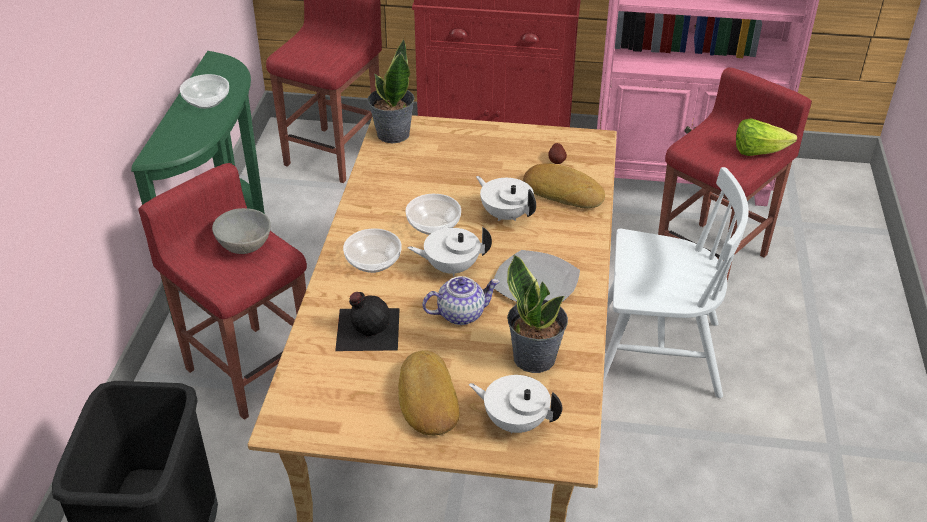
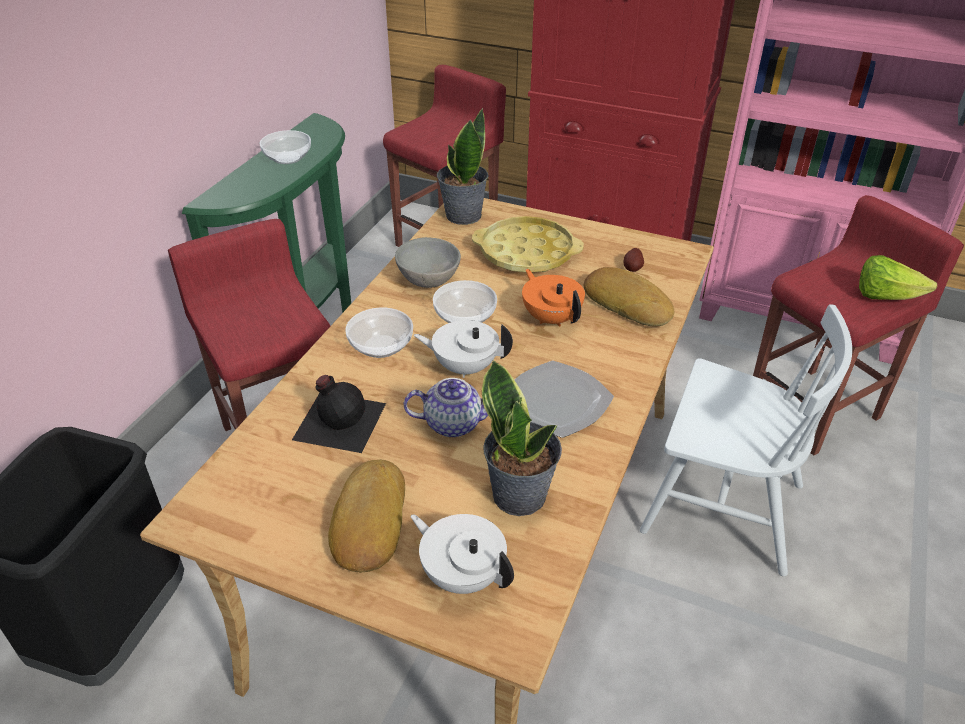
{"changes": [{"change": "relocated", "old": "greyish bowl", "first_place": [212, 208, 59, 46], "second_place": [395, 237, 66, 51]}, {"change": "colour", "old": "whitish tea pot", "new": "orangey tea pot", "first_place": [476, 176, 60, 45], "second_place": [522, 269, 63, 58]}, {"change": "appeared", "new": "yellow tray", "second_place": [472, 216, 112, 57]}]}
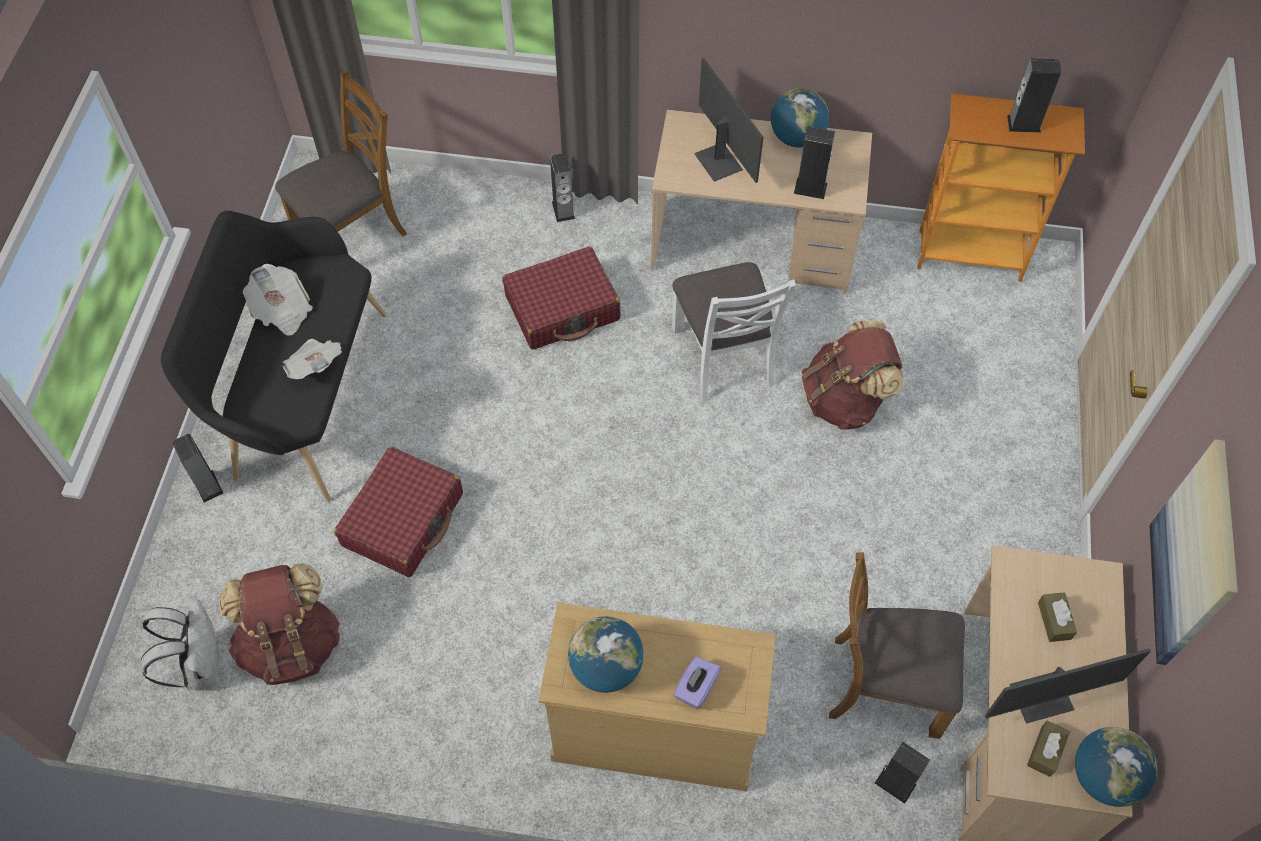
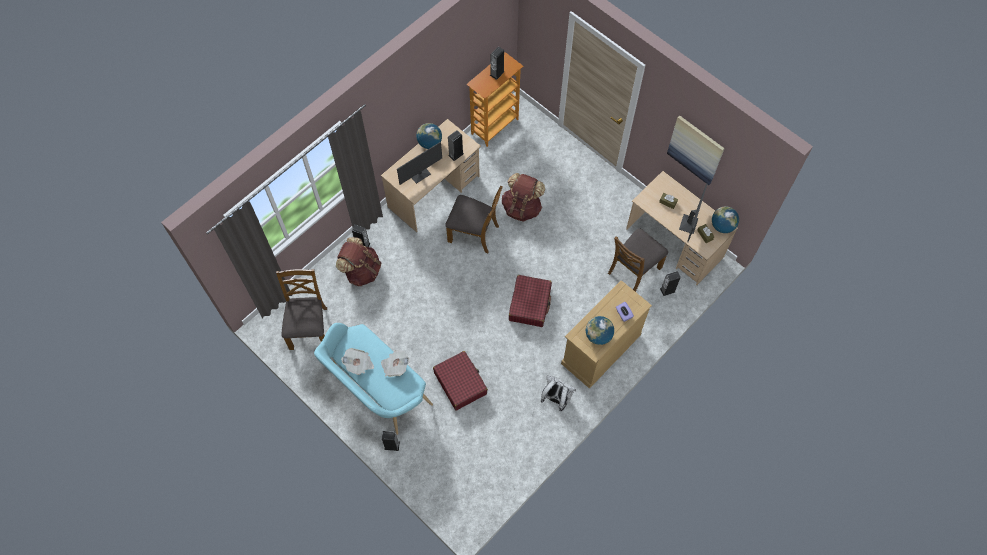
{"changes": [{"change": "relocated", "old": "whitish rucksack", "first_place": [141, 600, 78, 90], "second_place": [541, 375, 35, 36]}, {"change": "colour", "old": "black-coloured indoor bench", "new": "turquoise-coloured indoor bench", "first_place": [161, 211, 226, 290], "second_place": [314, 323, 119, 112]}, {"change": "relocated", "old": "brownish rucksack", "first_place": [220, 564, 120, 121], "second_place": [336, 237, 46, 50]}, {"change": "relocated", "old": "reddish travel case", "first_place": [502, 247, 119, 103], "second_place": [509, 275, 43, 52]}, {"change": "colour", "old": "whitish chair", "new": "brownish chair", "first_place": [672, 262, 124, 140], "second_place": [445, 186, 58, 67]}, {"change": "spun", "old": "computer display", "first_place": [694, 58, 69, 125], "second_place": [397, 142, 45, 43], "degrees": 135}]}
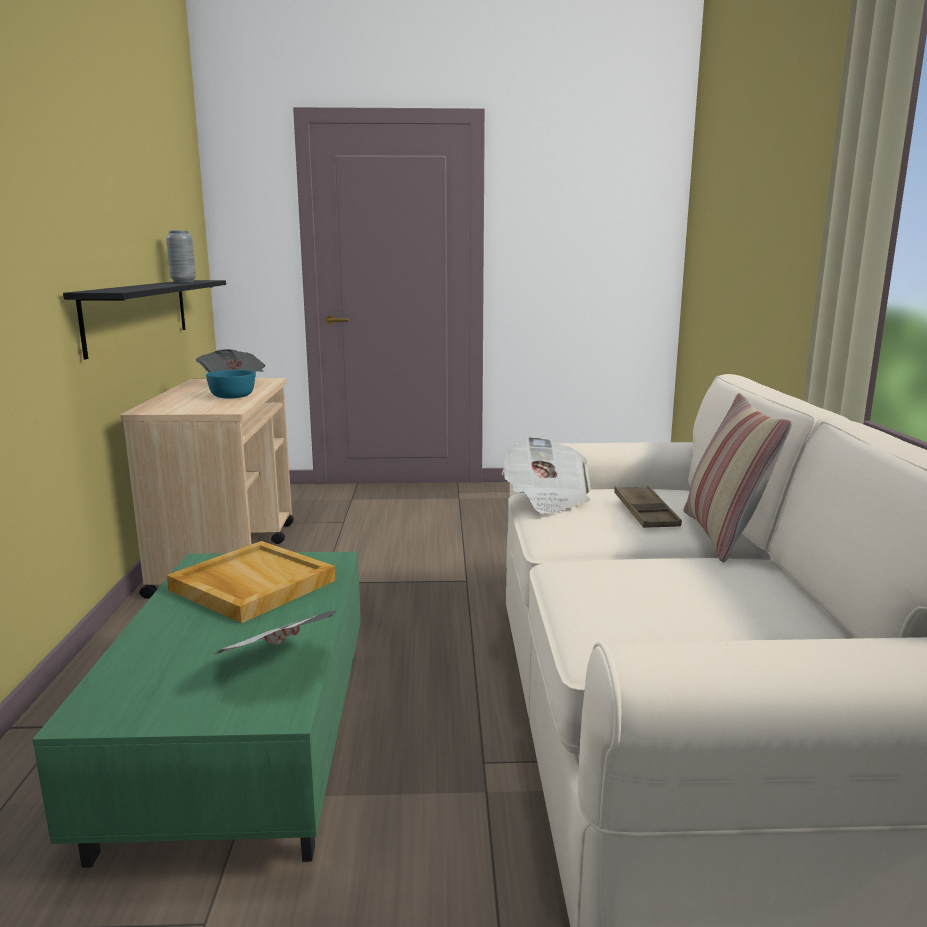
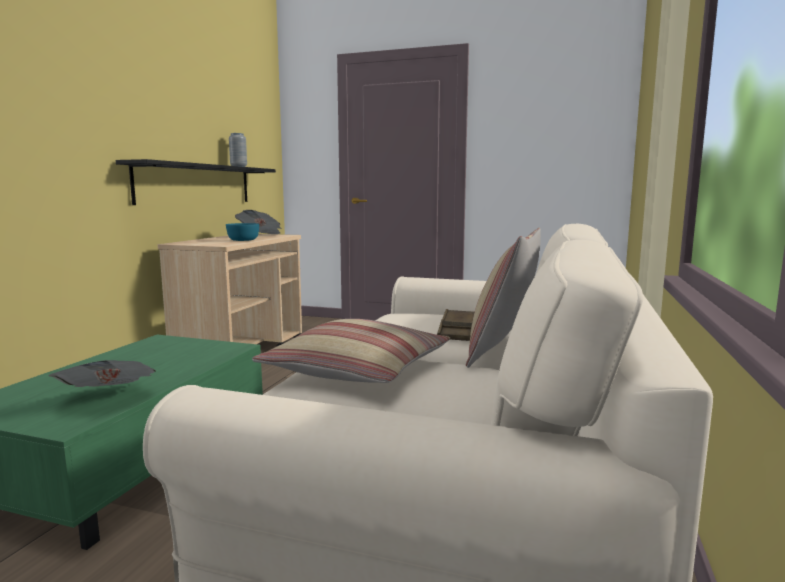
{"changes": [{"change": "missing", "old": "sand-coloured tray", "first_place": [167, 541, 168, 82]}, {"change": "missing", "old": "daily paper", "first_place": [502, 436, 89, 78]}, {"change": "appeared", "new": "throw pillow", "second_place": [252, 319, 198, 64]}]}
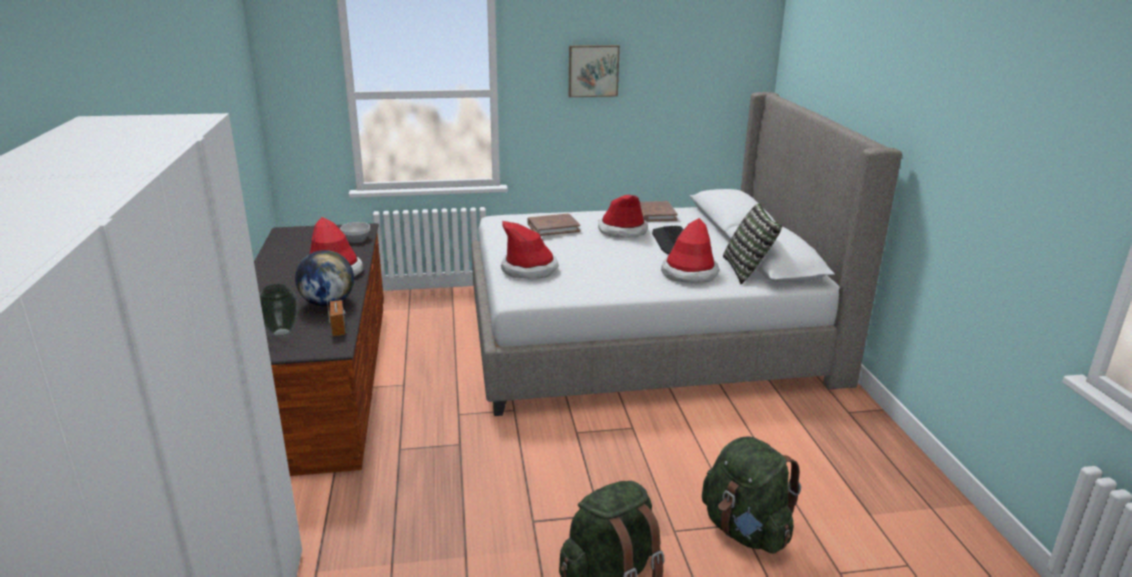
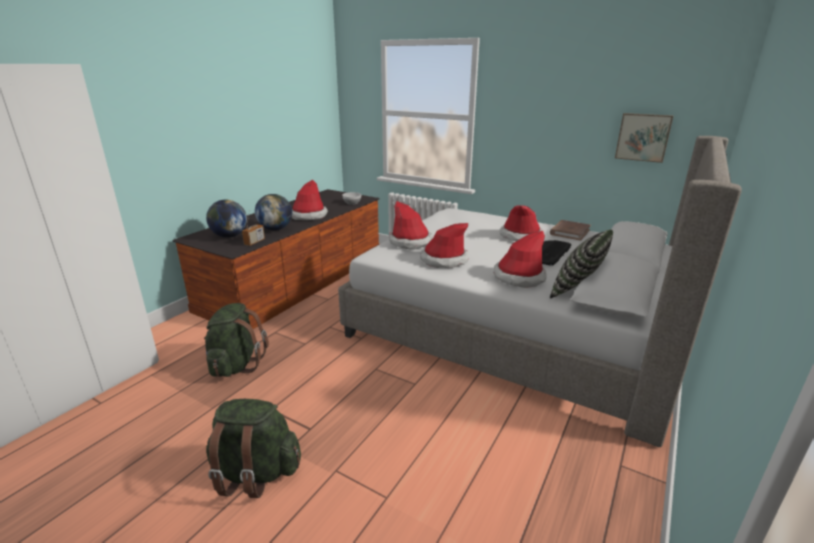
{"changes": [{"change": "exchanged", "old": "vase", "new": "world globe", "first_place": [259, 284, 39, 52], "second_place": [206, 200, 41, 38]}, {"change": "missing", "old": "brownish bound book", "first_place": [527, 214, 53, 22]}, {"change": "relocated", "old": "picture", "first_place": [569, 45, 51, 52], "second_place": [615, 113, 58, 50]}, {"change": "relocated", "old": "green-coloured rucksack", "first_place": [702, 436, 99, 118], "second_place": [204, 303, 65, 74]}, {"change": "appeared", "new": "clothing hat", "second_place": [421, 223, 48, 45]}]}
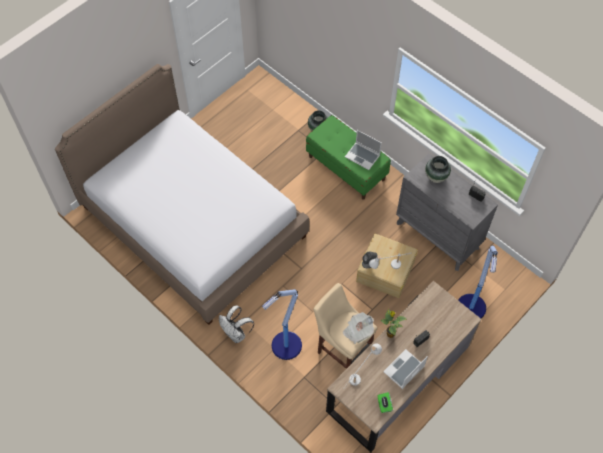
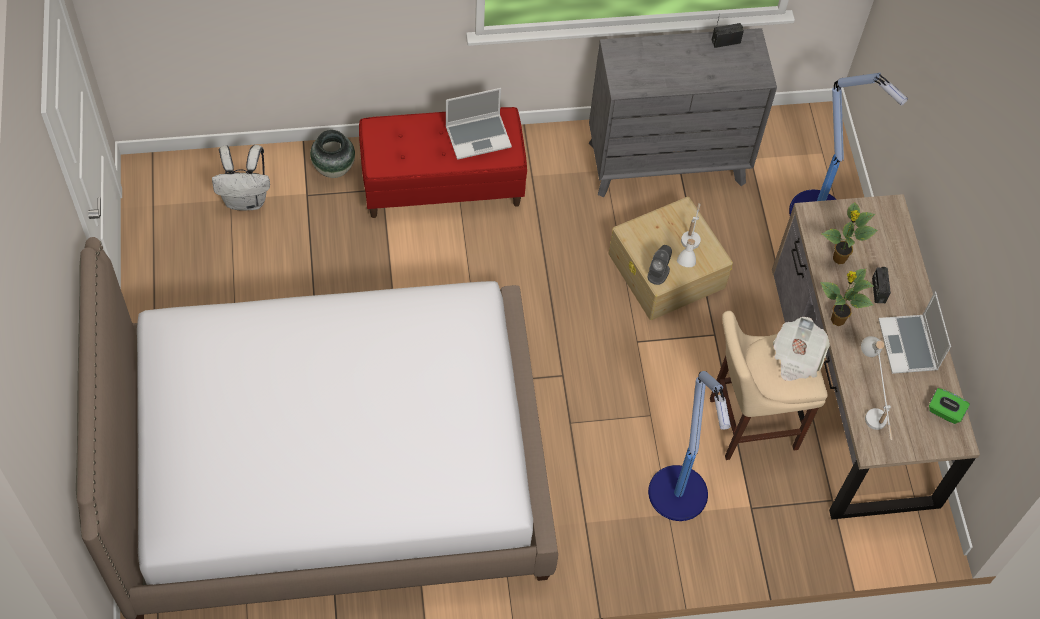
{"changes": [{"change": "relocated", "old": "whitish rucksack", "first_place": [219, 306, 35, 37], "second_place": [212, 145, 58, 65]}, {"change": "colour", "old": "green-coloured indoor bench", "new": "reddish indoor bench", "first_place": [306, 115, 85, 85], "second_place": [359, 107, 168, 111]}, {"change": "missing", "old": "vase", "first_place": [425, 156, 26, 27]}, {"change": "appeared", "new": "houseplant", "second_place": [821, 202, 57, 62]}]}
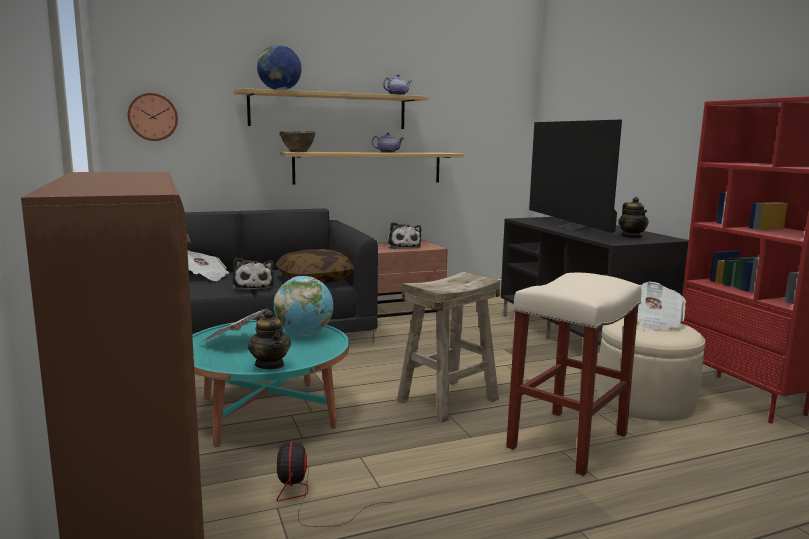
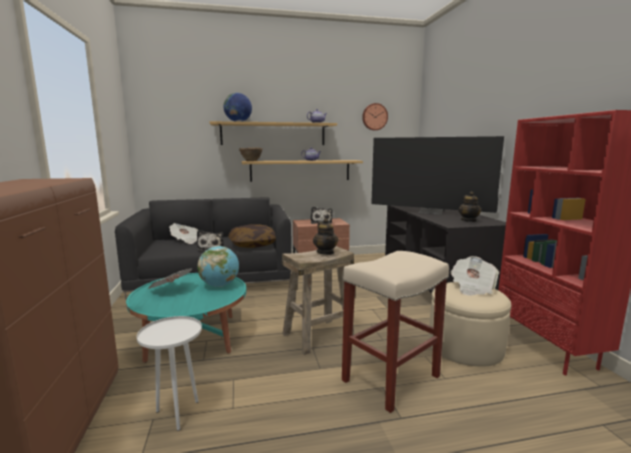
{"changes": [{"change": "relocated", "old": "hanging clock", "first_place": [128, 93, 50, 48], "second_place": [362, 103, 26, 27]}, {"change": "relocated", "old": "tea pot", "first_place": [248, 310, 43, 59], "second_place": [313, 218, 25, 37]}, {"change": "exchanged", "old": "fan", "new": "whitish end table", "first_place": [277, 441, 114, 86], "second_place": [137, 316, 65, 115]}, {"change": "spun", "old": "TV set", "first_place": [529, 120, 93, 113], "second_place": [371, 136, 133, 79], "degrees": -60}]}
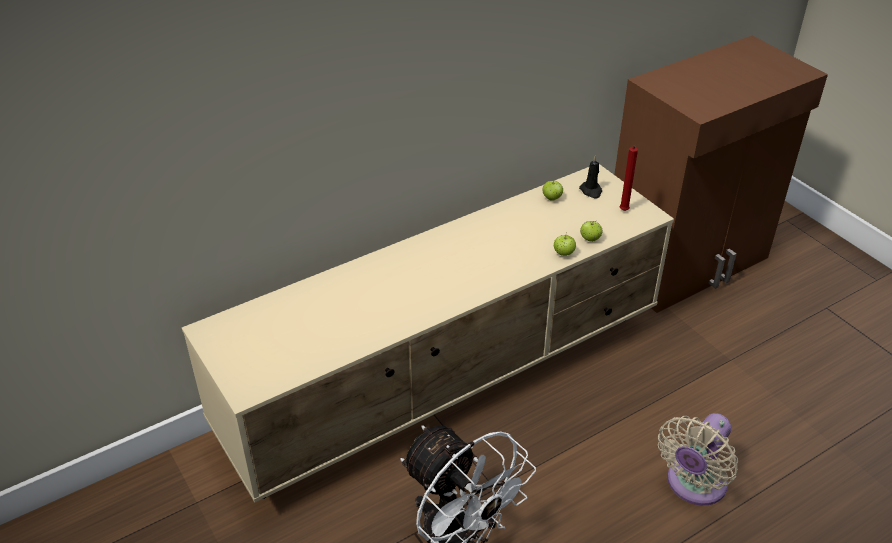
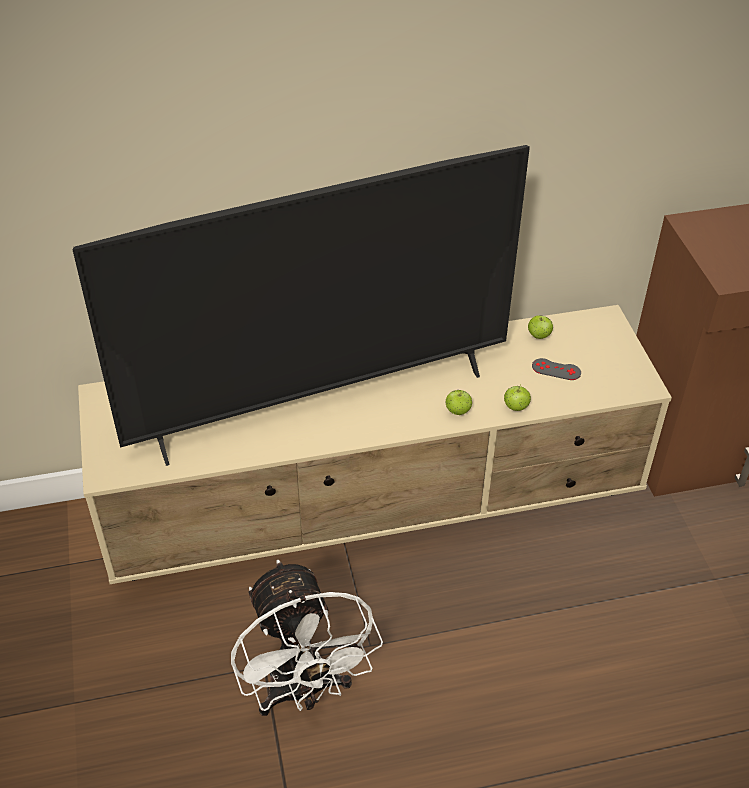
{"changes": [{"change": "missing", "old": "black-coloured wax candle", "first_place": [579, 156, 23, 42]}, {"change": "relocated", "old": "whole apple", "first_place": [580, 221, 22, 21], "second_place": [446, 390, 26, 25]}, {"change": "missing", "old": "reddish wax candle", "first_place": [620, 146, 18, 65]}, {"change": "missing", "old": "sand-coloured fan", "first_place": [658, 413, 80, 92]}, {"change": "appeared", "new": "TV set", "second_place": [73, 145, 457, 321]}, {"change": "appeared", "new": "greyish game controller", "second_place": [532, 358, 49, 22]}]}
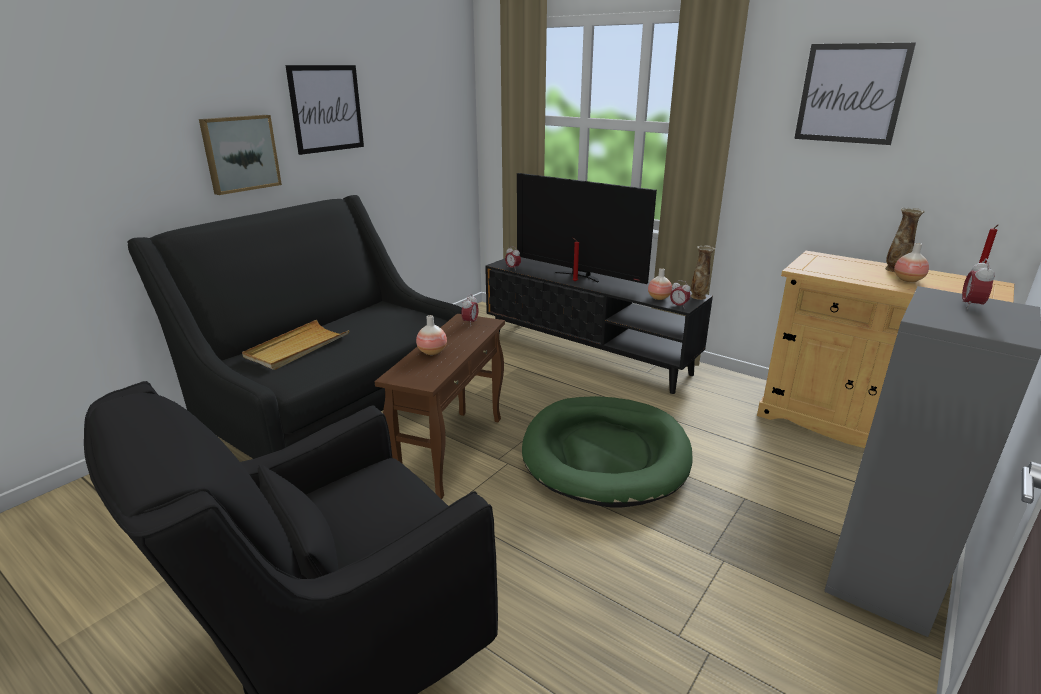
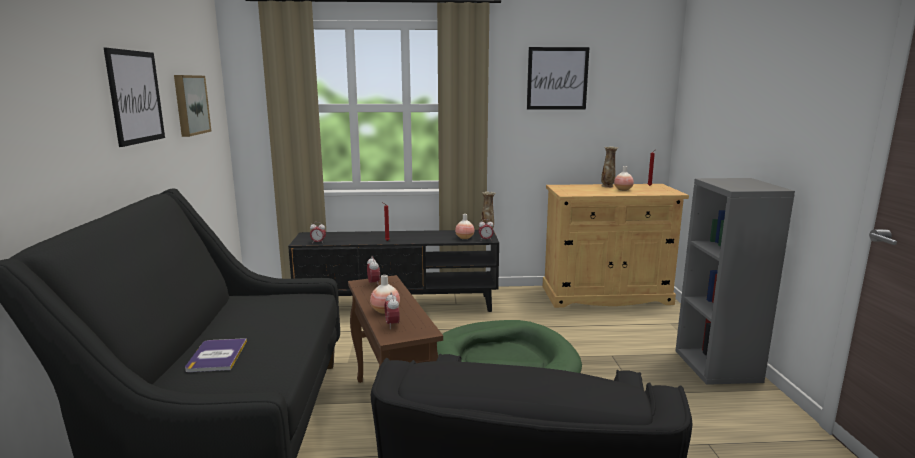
{"changes": [{"change": "relocated", "old": "picture", "first_place": [199, 115, 83, 80], "second_place": [174, 75, 37, 62]}, {"change": "exchanged", "old": "sand-coloured tray", "new": "bound book", "first_place": [242, 320, 108, 50], "second_place": [185, 338, 62, 34]}, {"change": "missing", "old": "TV set", "first_place": [517, 173, 140, 111]}, {"change": "relocated", "old": "bedside clock", "first_place": [962, 259, 33, 50], "second_place": [385, 292, 15, 35]}]}
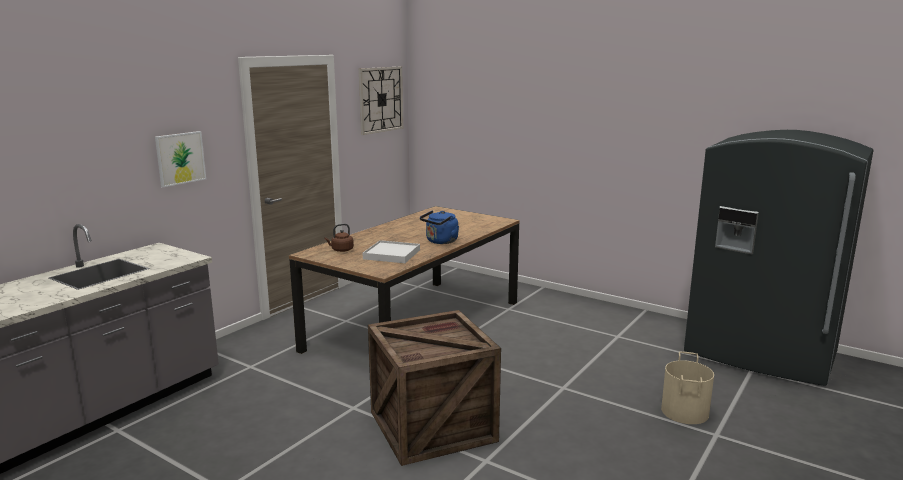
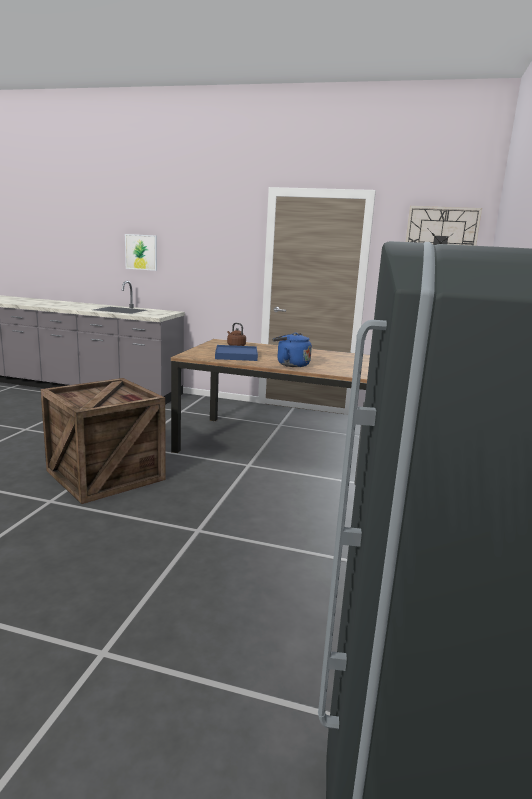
{"changes": [{"change": "relocated", "old": "picture", "first_place": [155, 131, 51, 56], "second_place": [125, 234, 32, 37]}, {"change": "colour", "old": "whitish tray", "new": "blue tray", "first_place": [363, 240, 57, 23], "second_place": [215, 345, 43, 16]}, {"change": "missing", "old": "sand-coloured pail", "first_place": [661, 351, 53, 73]}]}
